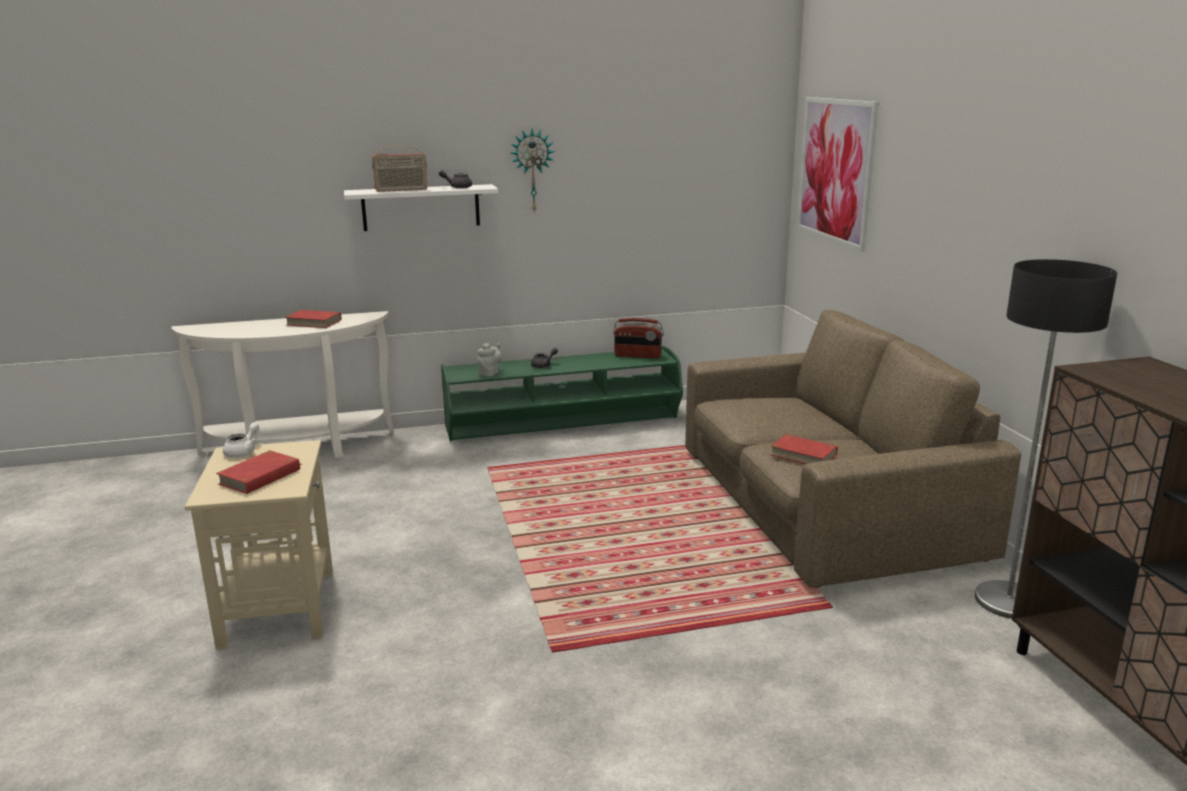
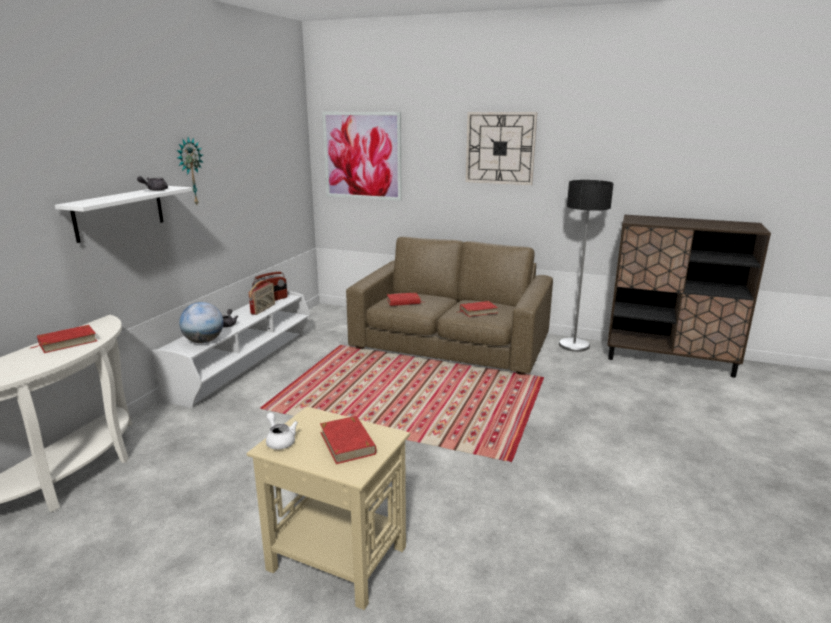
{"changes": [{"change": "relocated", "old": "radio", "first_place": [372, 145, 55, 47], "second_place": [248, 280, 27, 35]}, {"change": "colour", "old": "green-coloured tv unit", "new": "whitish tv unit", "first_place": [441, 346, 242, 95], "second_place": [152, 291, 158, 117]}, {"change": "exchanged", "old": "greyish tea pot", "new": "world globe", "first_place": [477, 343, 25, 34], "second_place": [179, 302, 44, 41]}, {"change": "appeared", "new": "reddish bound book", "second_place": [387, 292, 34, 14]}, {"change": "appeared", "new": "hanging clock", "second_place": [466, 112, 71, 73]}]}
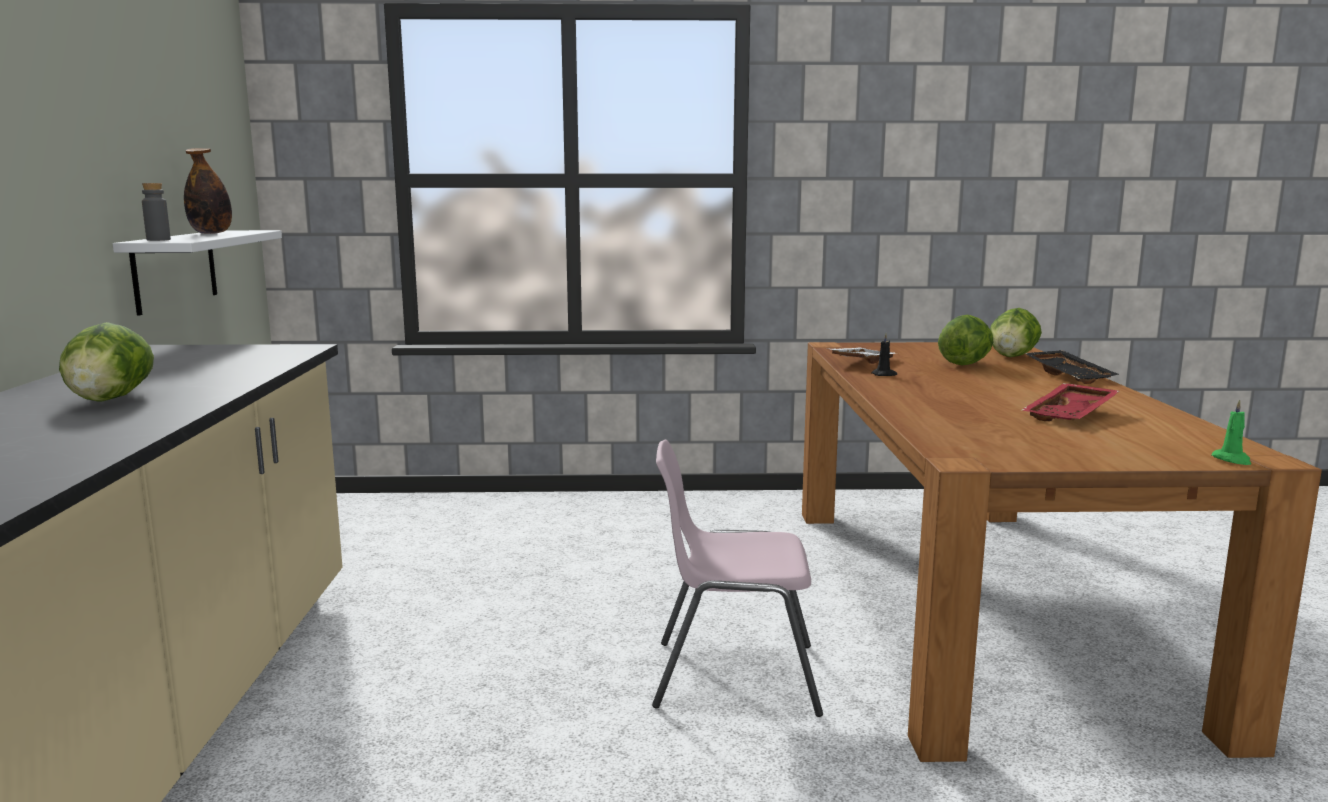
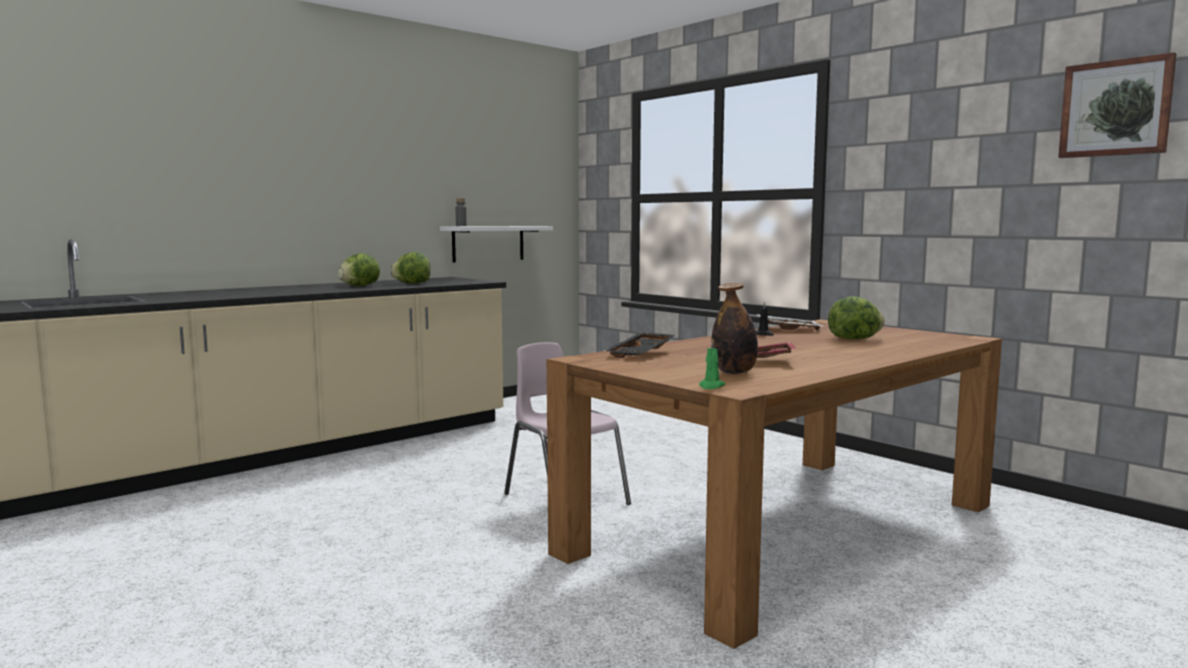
{"changes": [{"change": "relocated", "old": "beverage bottle", "first_place": [184, 148, 48, 86], "second_place": [711, 283, 47, 91]}, {"change": "relocated", "old": "lettuce", "first_place": [990, 308, 52, 49], "second_place": [390, 252, 40, 32]}, {"change": "relocated", "old": "black-coloured tray", "first_place": [1024, 350, 96, 34], "second_place": [604, 332, 72, 26]}, {"change": "appeared", "new": "picture", "second_place": [1058, 52, 119, 106]}]}
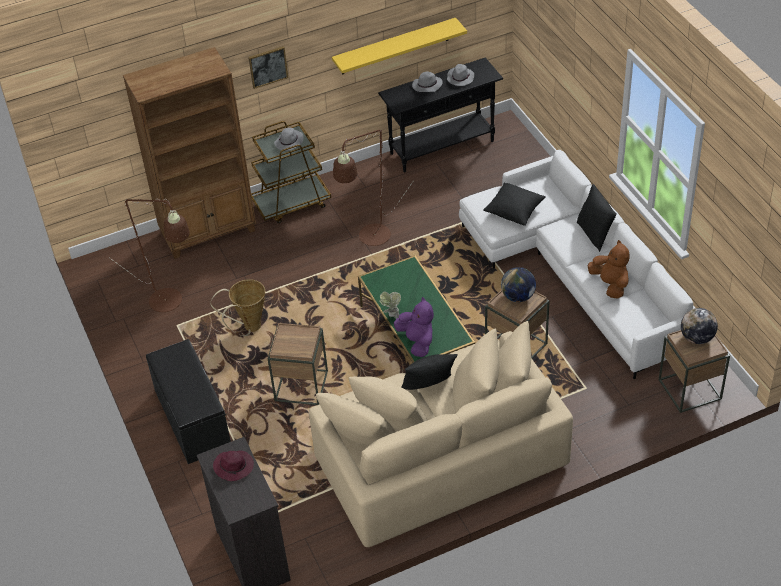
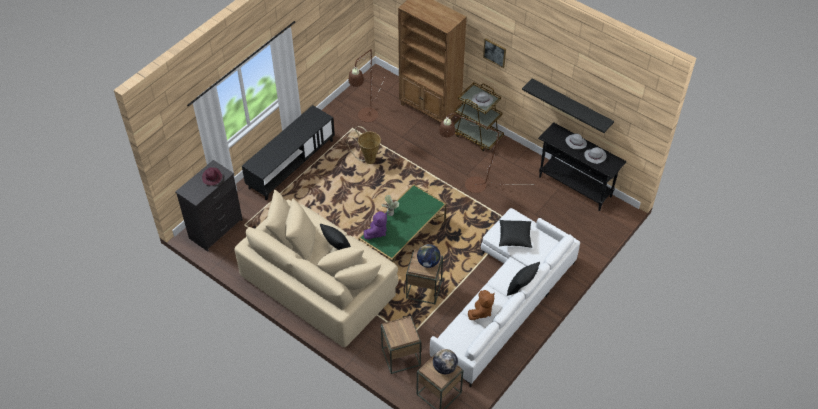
{"changes": [{"change": "exchanged", "old": "black-coloured indoor bench", "new": "black-coloured tv unit", "first_place": [146, 339, 85, 125], "second_place": [242, 105, 93, 96]}, {"change": "relocated", "old": "brownish end table", "first_place": [268, 323, 60, 82], "second_place": [381, 316, 40, 58]}, {"change": "colour", "old": "yellow wall shelf", "new": "black-coloured wall shelf", "first_place": [332, 18, 135, 57], "second_place": [522, 78, 92, 55]}]}
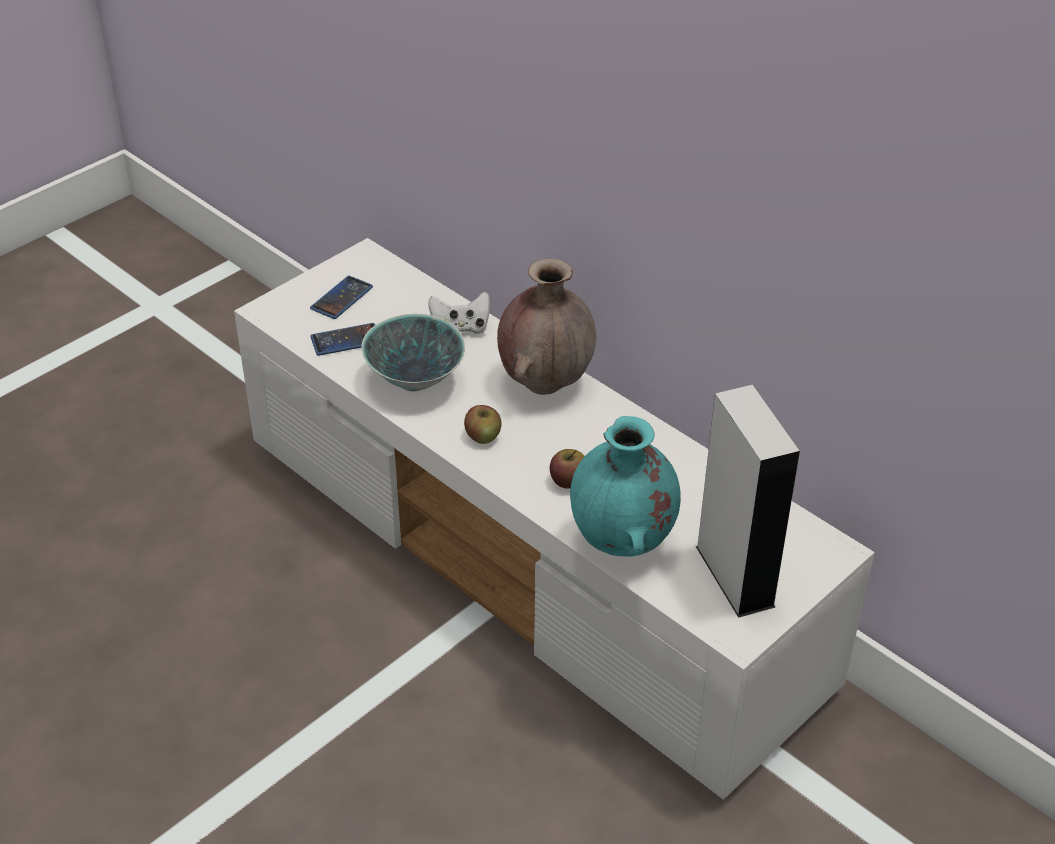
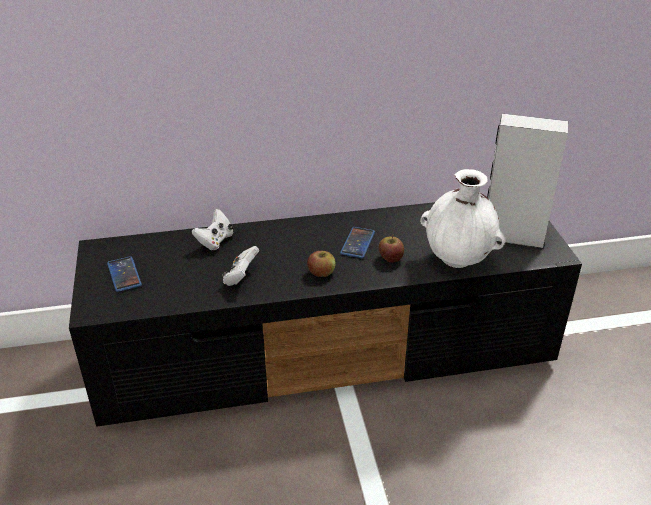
{"changes": [{"change": "colour", "old": "whitish tv unit", "new": "black-coloured tv unit", "first_place": [234, 238, 641, 562], "second_place": [69, 202, 513, 225]}, {"change": "relocated", "old": "handset", "first_place": [310, 323, 65, 33], "second_place": [340, 227, 35, 31]}, {"change": "exchanged", "old": "bowl", "new": "whitish game controller", "first_place": [361, 314, 104, 78], "second_place": [222, 246, 37, 40]}, {"change": "missing", "old": "brownish vase", "first_place": [497, 259, 99, 136]}, {"change": "colour", "old": "turquoise-coloured vase", "new": "whitish vase", "first_place": [570, 416, 111, 141], "second_place": [420, 169, 85, 99]}]}
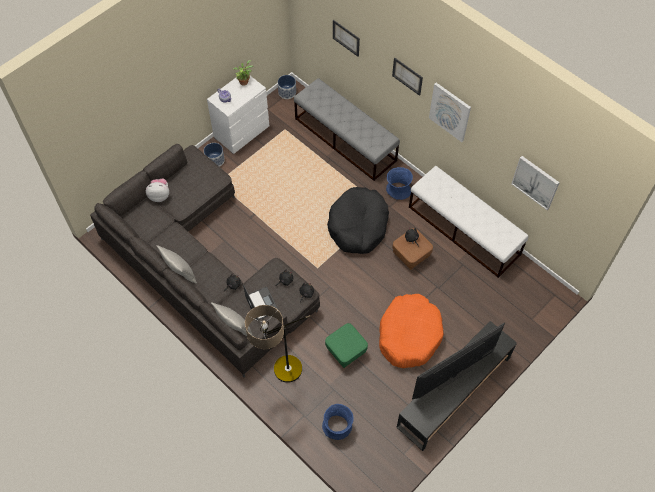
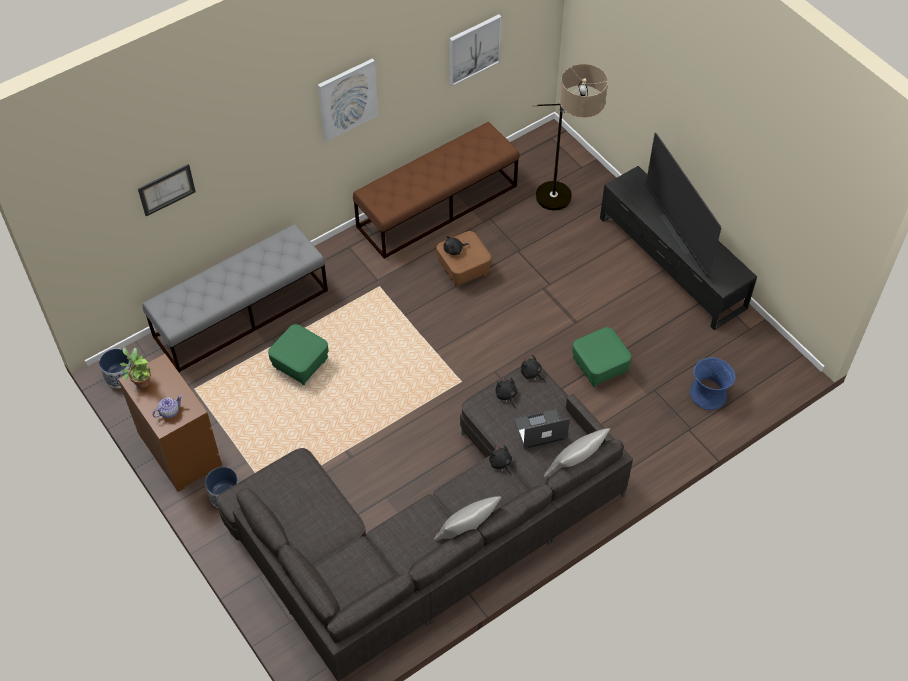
{"changes": [{"change": "missing", "old": "cuddly toy", "first_place": [146, 179, 23, 23]}, {"change": "colour", "old": "whitish dresser", "new": "brownish dresser", "first_place": [207, 76, 62, 78], "second_place": [118, 354, 104, 138]}, {"change": "relocated", "old": "standing lamp", "first_place": [245, 305, 65, 78], "second_place": [532, 64, 76, 147]}, {"change": "missing", "old": "black-coloured dog bed", "first_place": [327, 187, 62, 67]}, {"change": "missing", "old": "orangey dog bed", "first_place": [379, 294, 65, 74]}, {"change": "missing", "old": "blue vase", "first_place": [386, 167, 27, 33]}, {"change": "missing", "old": "picture", "first_place": [392, 58, 31, 38]}, {"change": "colour", "old": "whitish indoor bench", "new": "brownish indoor bench", "first_place": [409, 166, 119, 112], "second_place": [353, 122, 166, 137]}, {"change": "appeared", "new": "green-coloured footrest", "second_place": [268, 324, 61, 61]}]}
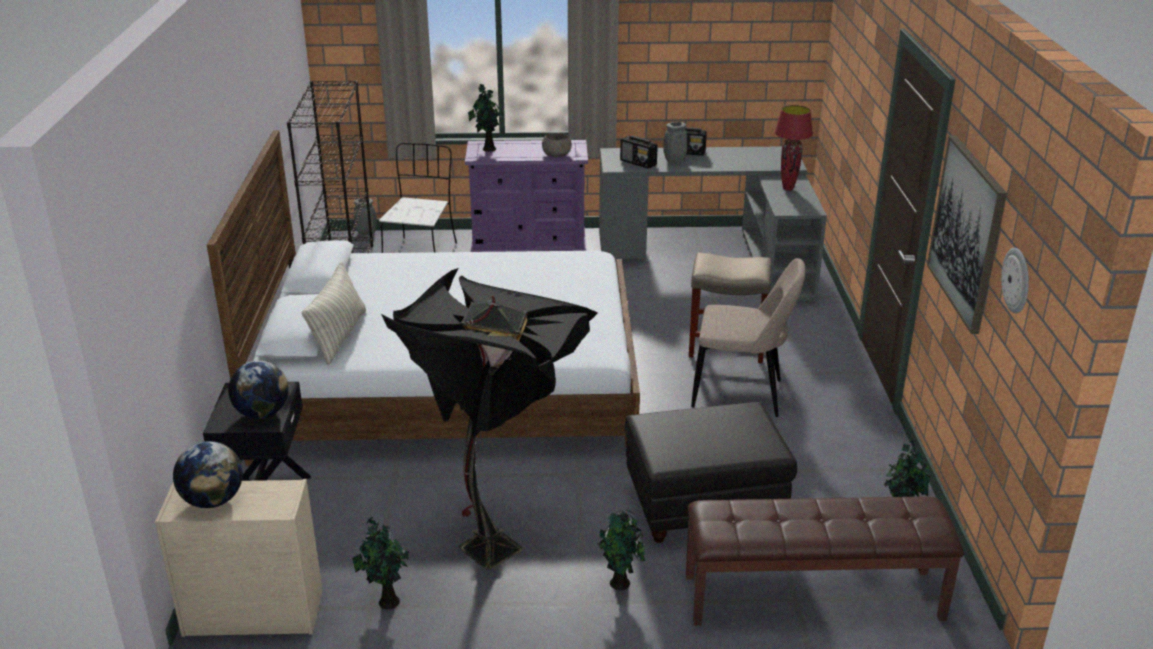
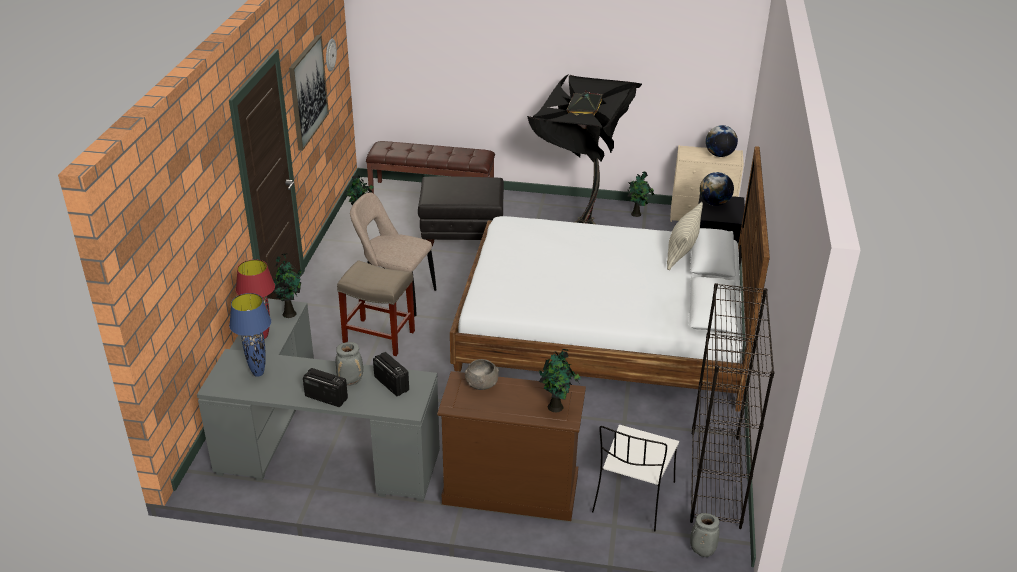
{"changes": [{"change": "colour", "old": "purplish dresser", "new": "brownish dresser", "first_place": [465, 140, 123, 112], "second_place": [437, 371, 149, 150]}, {"change": "relocated", "old": "houseplant", "first_place": [598, 510, 47, 80], "second_place": [273, 253, 28, 65]}, {"change": "appeared", "new": "blue tabletop lamp", "second_place": [229, 293, 42, 84]}]}
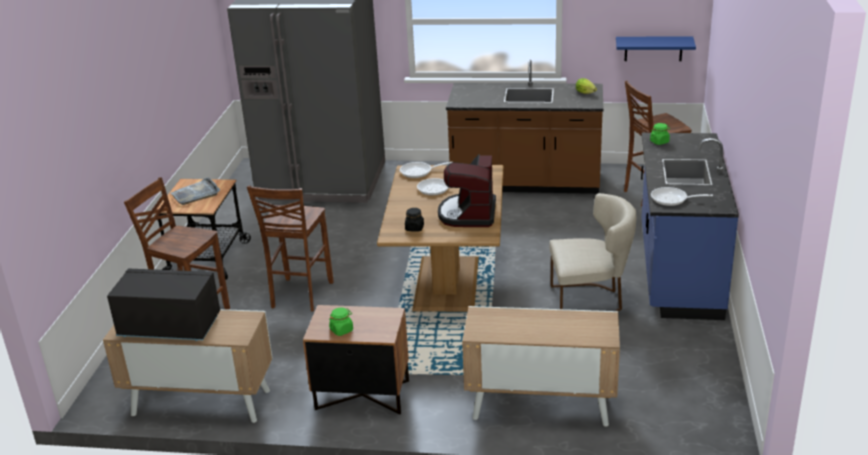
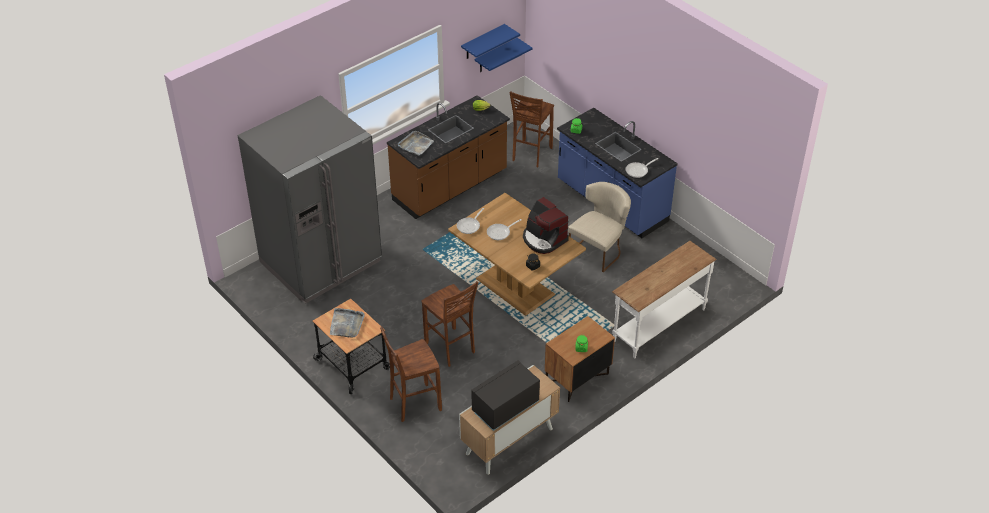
{"changes": [{"change": "exchanged", "old": "cabinet", "new": "whitish hall table", "first_place": [462, 306, 158, 121], "second_place": [612, 241, 105, 117]}, {"change": "appeared", "new": "greyish tray", "second_place": [398, 131, 36, 25]}, {"change": "appeared", "new": "blue wall shelf", "second_place": [461, 24, 59, 35]}]}
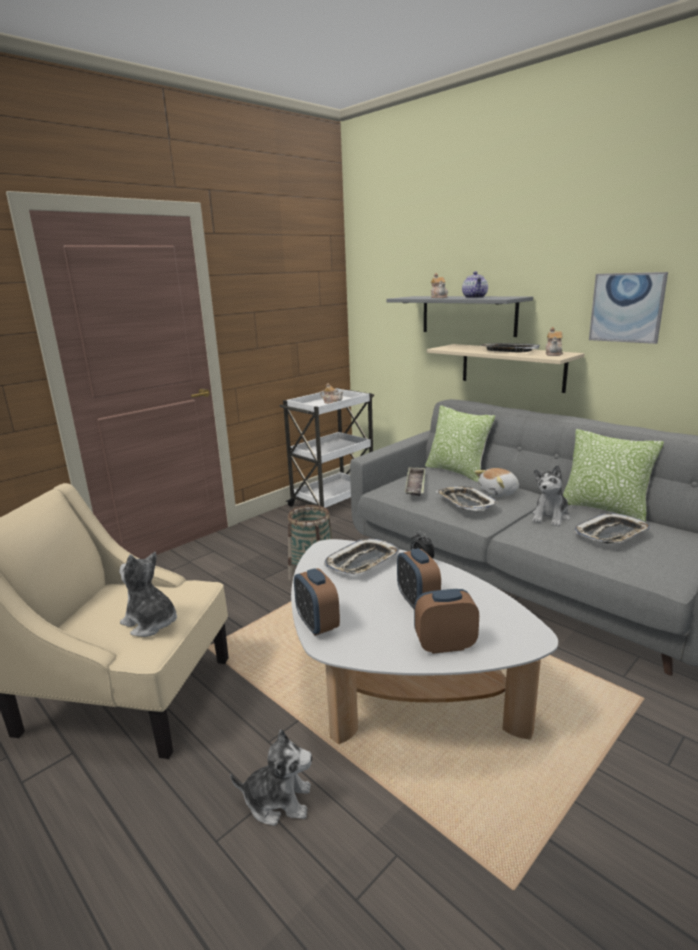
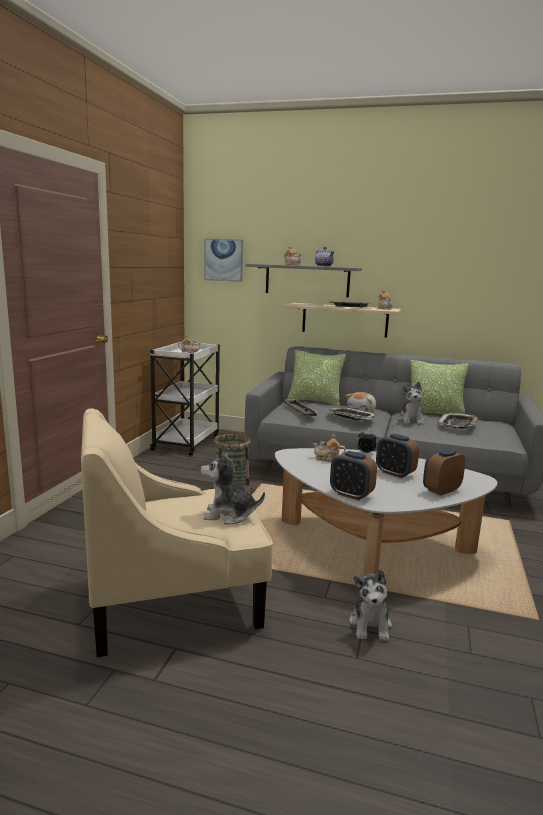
{"changes": [{"change": "spun", "old": "cuddly toy", "first_place": [230, 729, 82, 97], "second_place": [349, 569, 43, 72], "degrees": 120}, {"change": "exchanged", "old": "tray", "new": "tea pot", "first_place": [324, 538, 75, 36], "second_place": [313, 434, 33, 28]}, {"change": "relocated", "old": "picture", "first_place": [589, 272, 79, 72], "second_place": [204, 239, 39, 43]}]}
